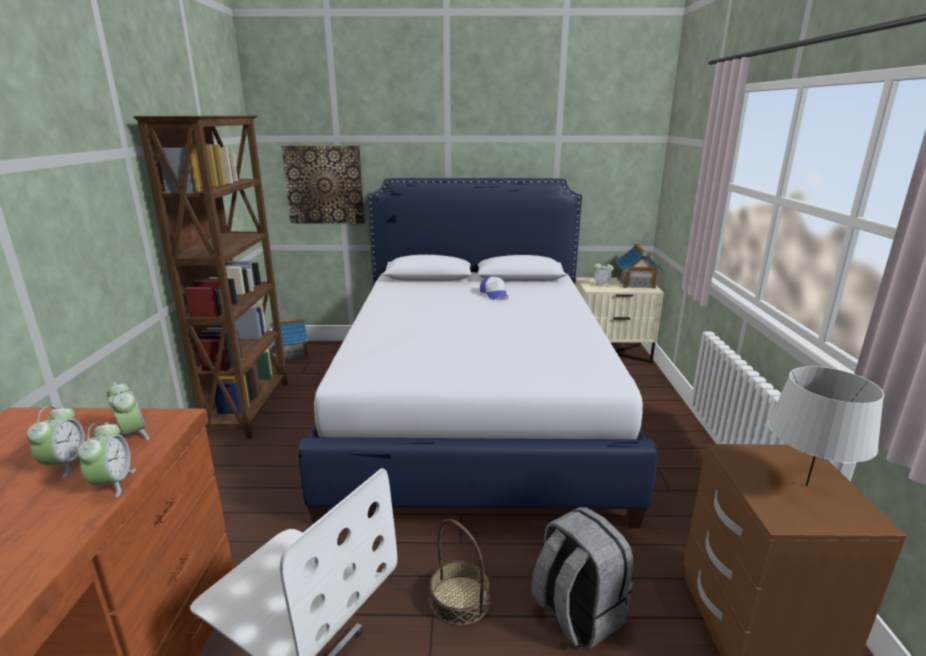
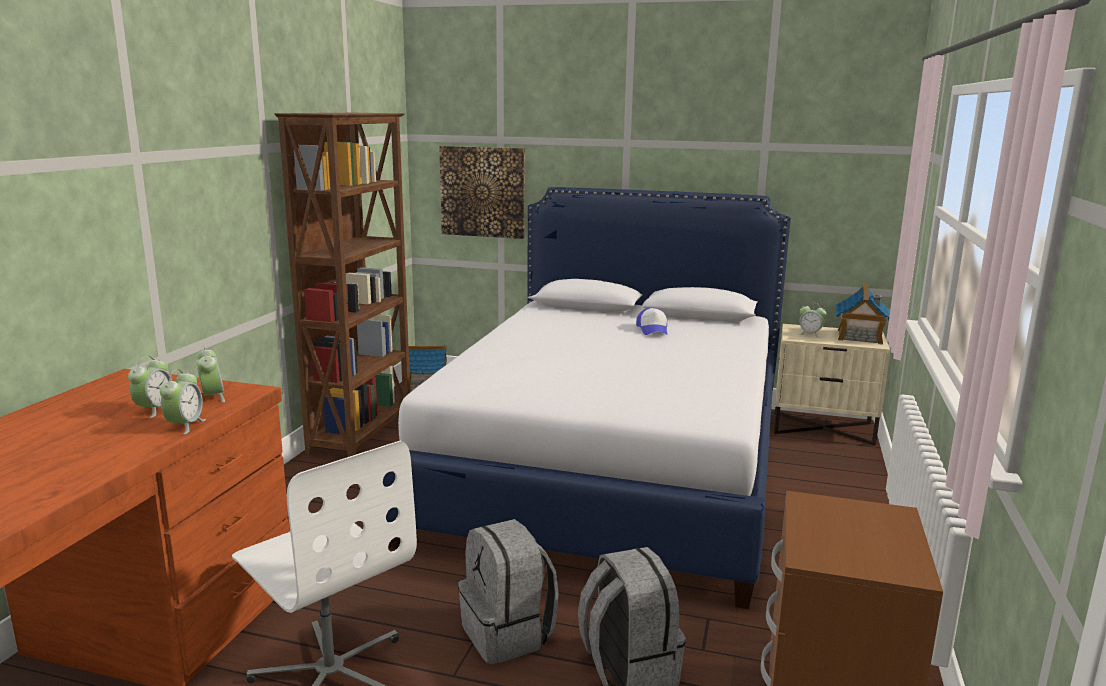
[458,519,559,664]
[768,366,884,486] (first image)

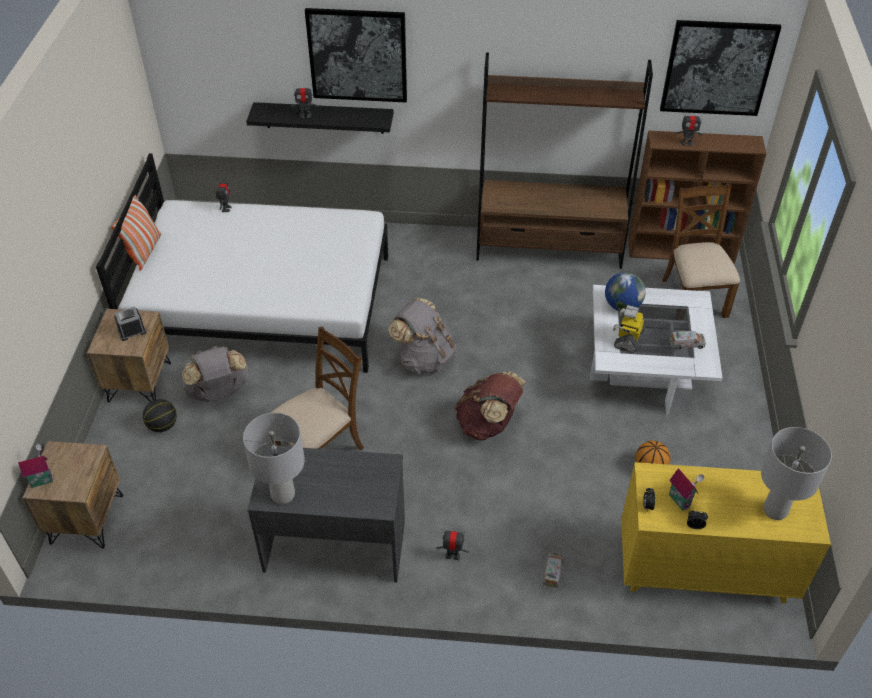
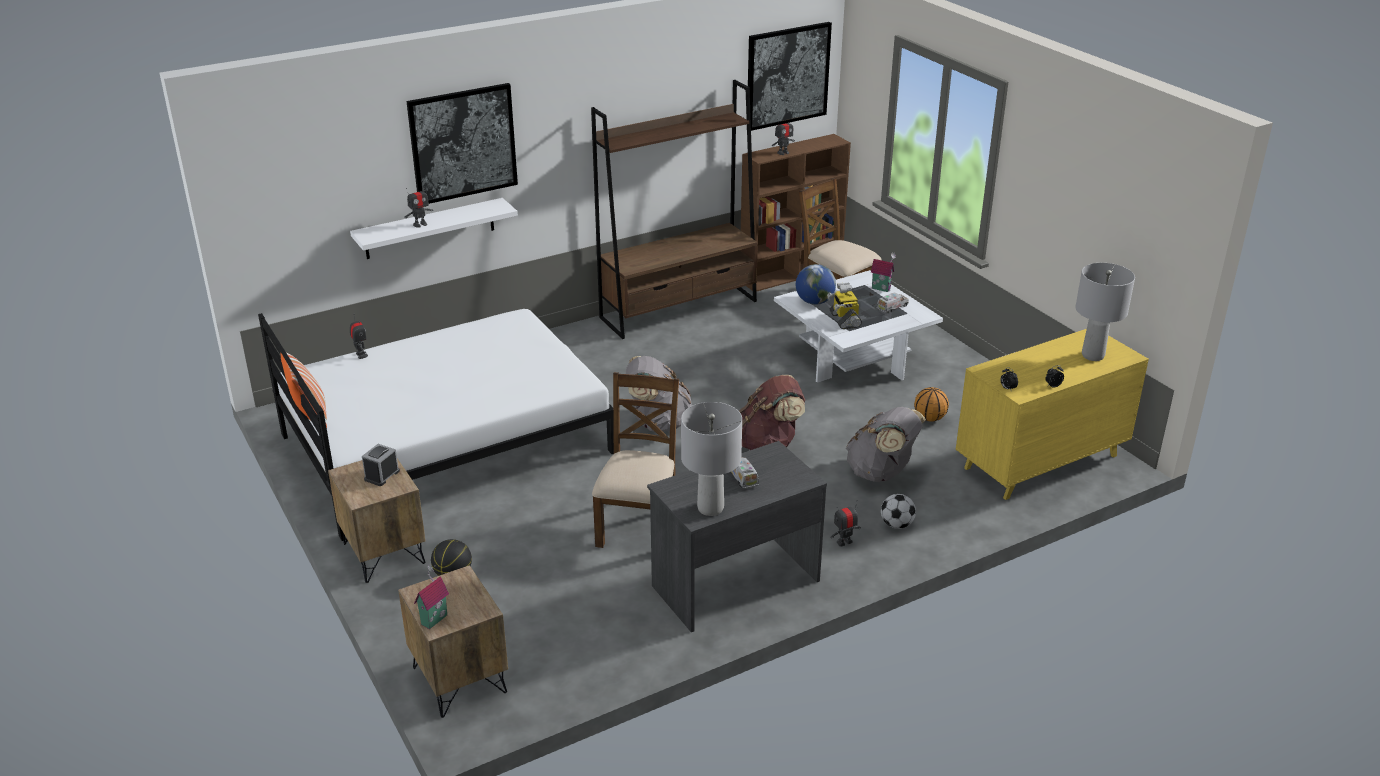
[350,198,518,259]
[731,457,759,489]
[846,407,926,482]
[871,252,896,292]
[881,494,916,529]

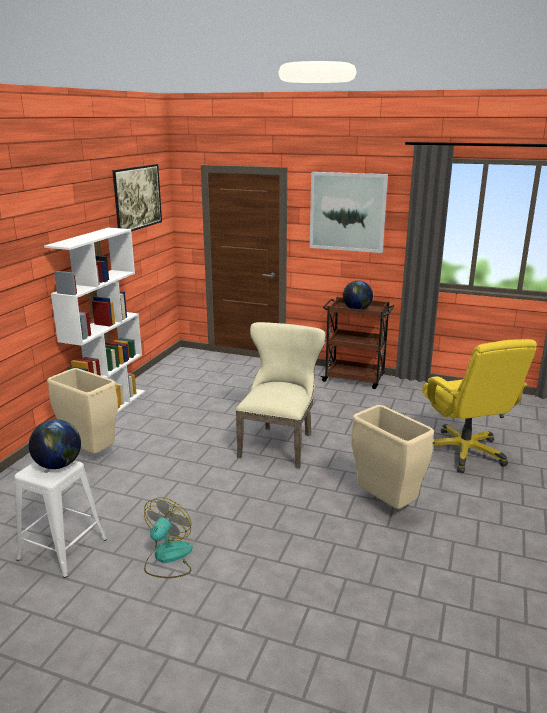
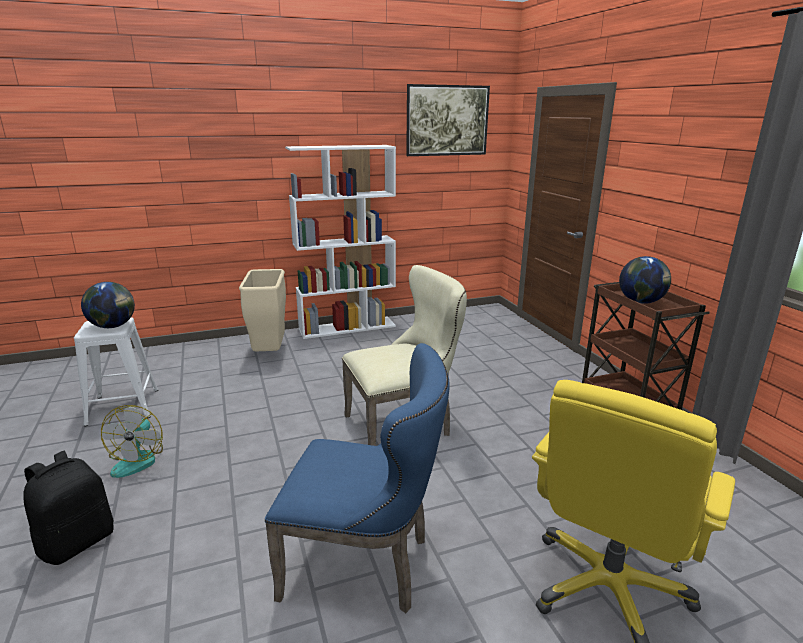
[23,451,114,565]
[101,405,163,478]
[265,343,450,613]
[310,172,388,253] (first image)

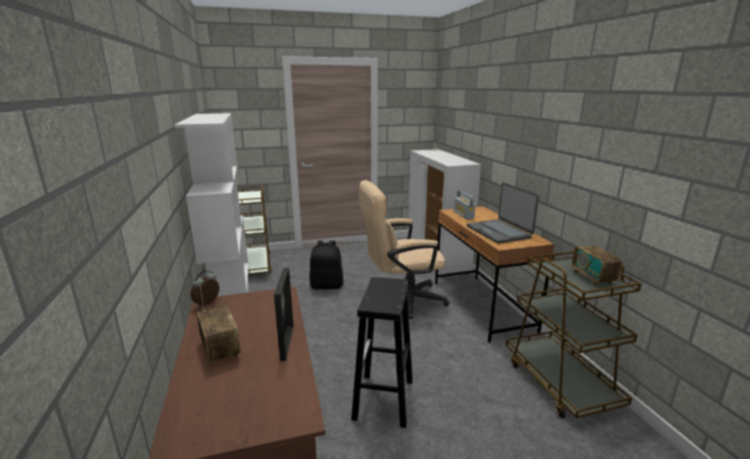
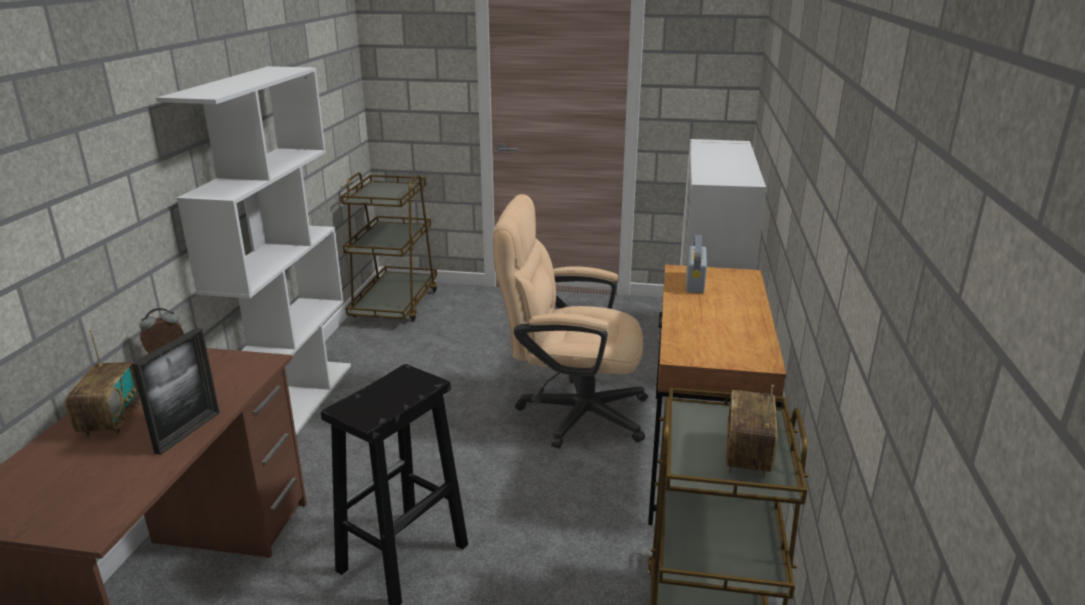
[310,241,344,289] (first image)
[466,183,539,244] (first image)

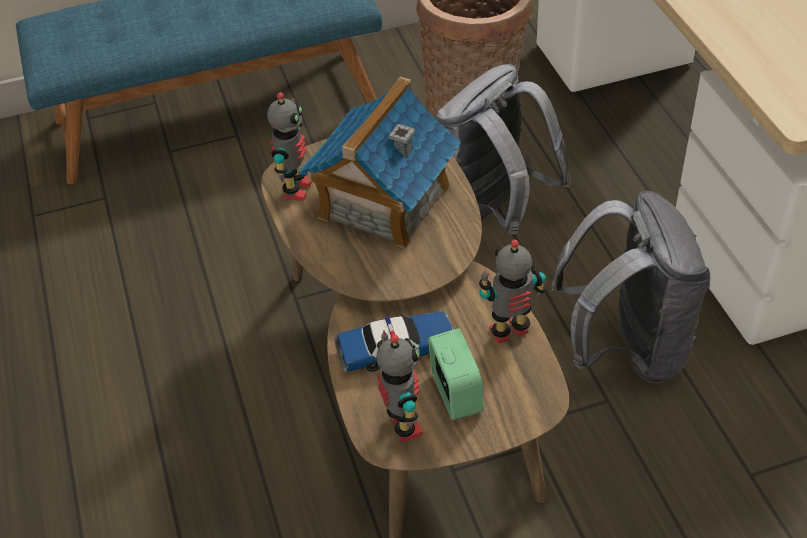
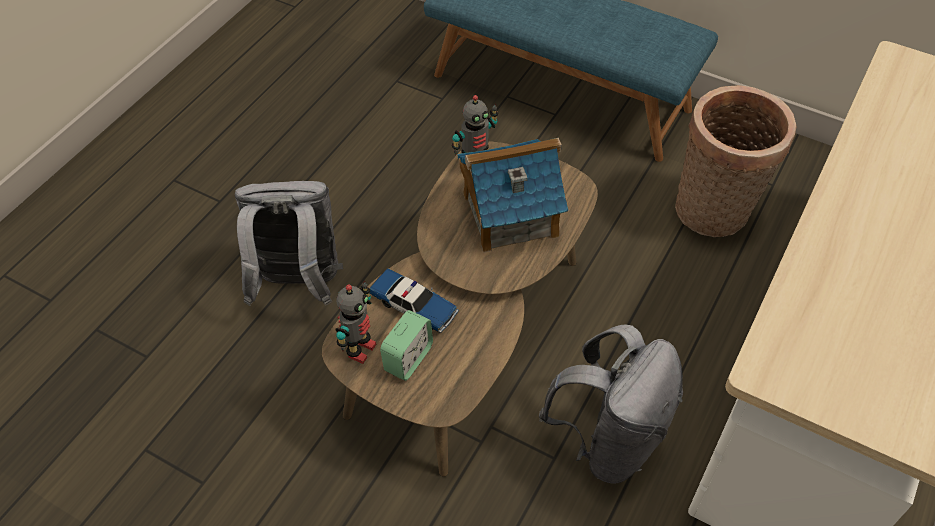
[235,181,343,306]
[479,240,546,344] (first image)

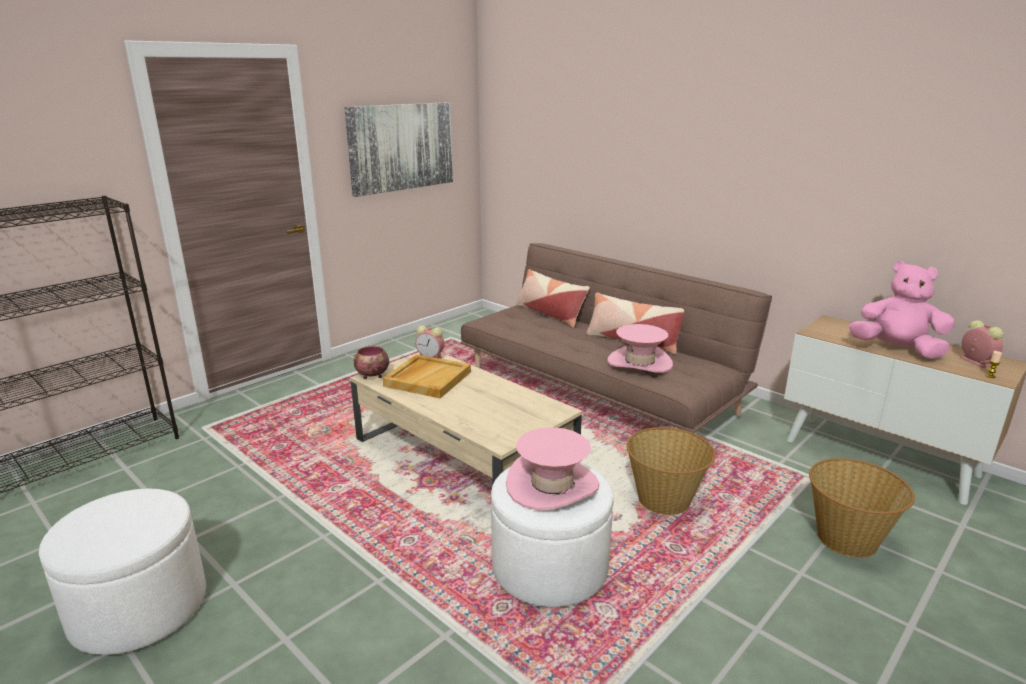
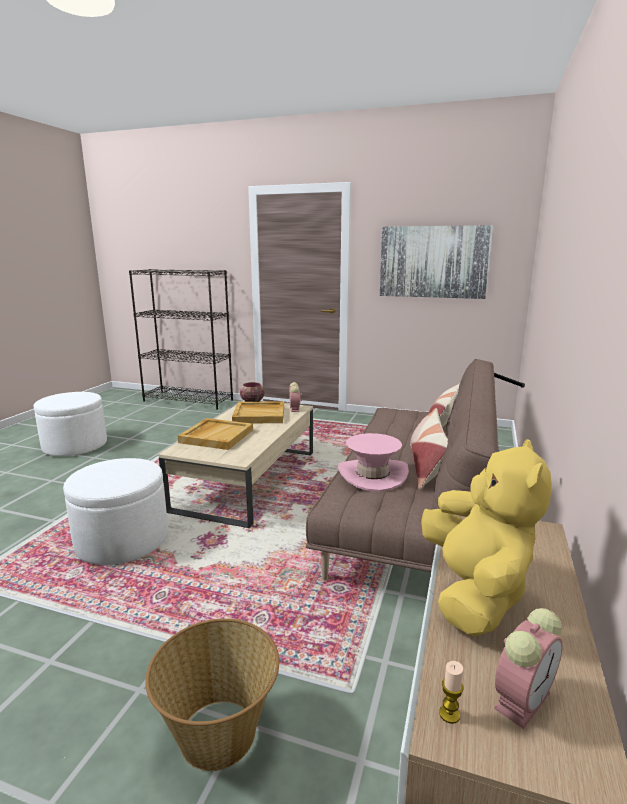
[178,418,253,450]
[421,439,552,637]
[506,427,599,510] (first image)
[626,427,716,515] (first image)

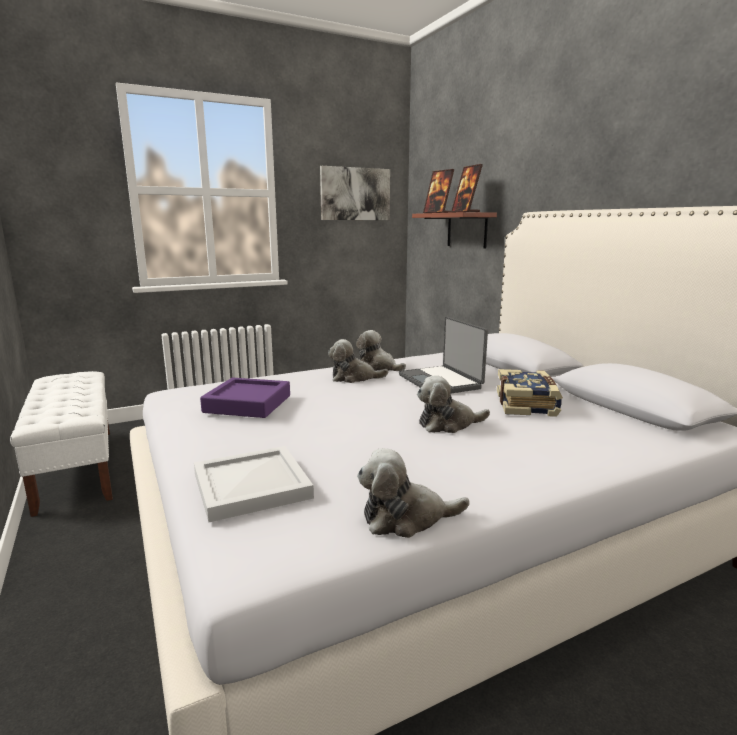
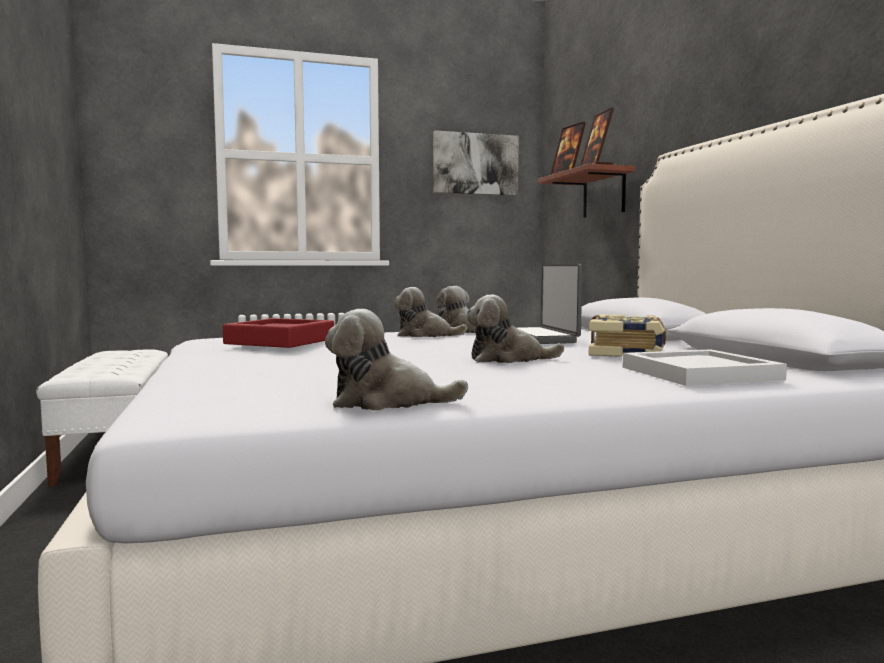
[223,318,334,348]
[623,349,787,386]

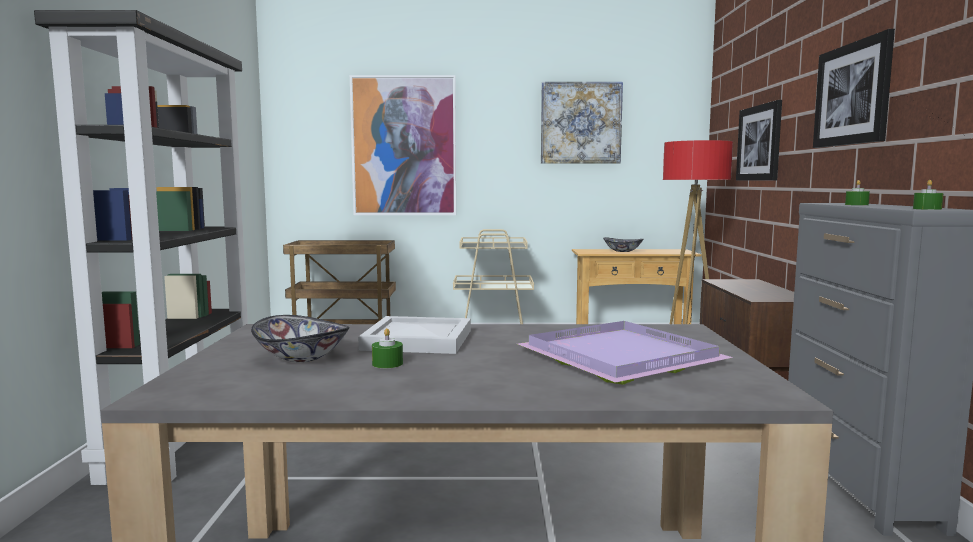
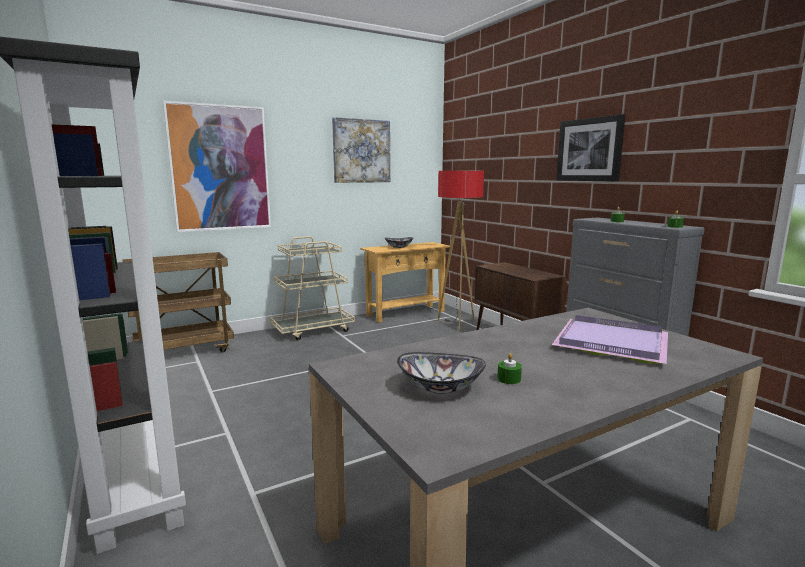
[358,316,471,354] (first image)
[736,100,782,181] (first image)

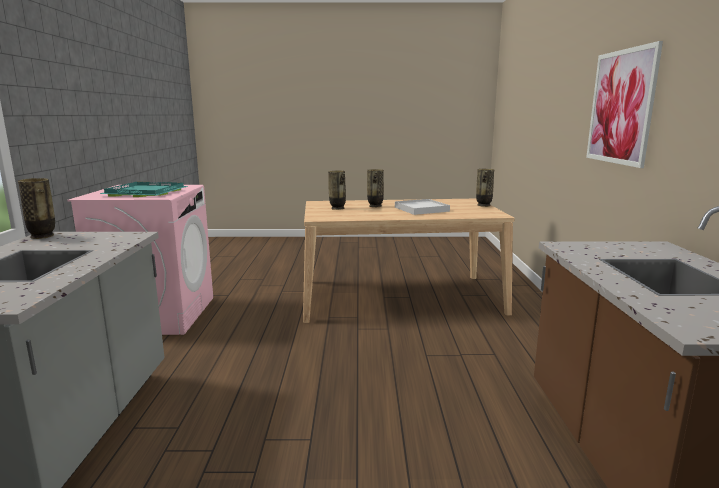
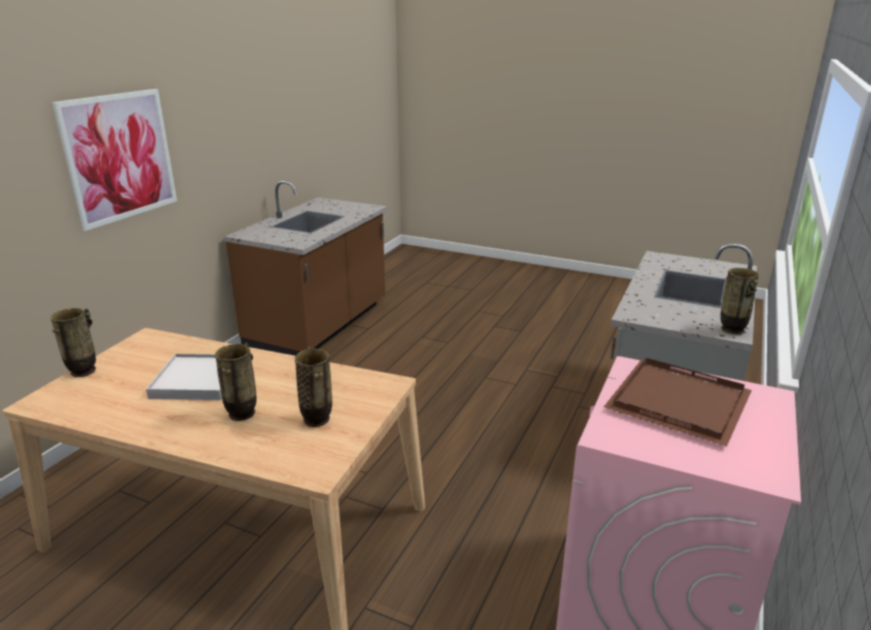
[604,358,752,447]

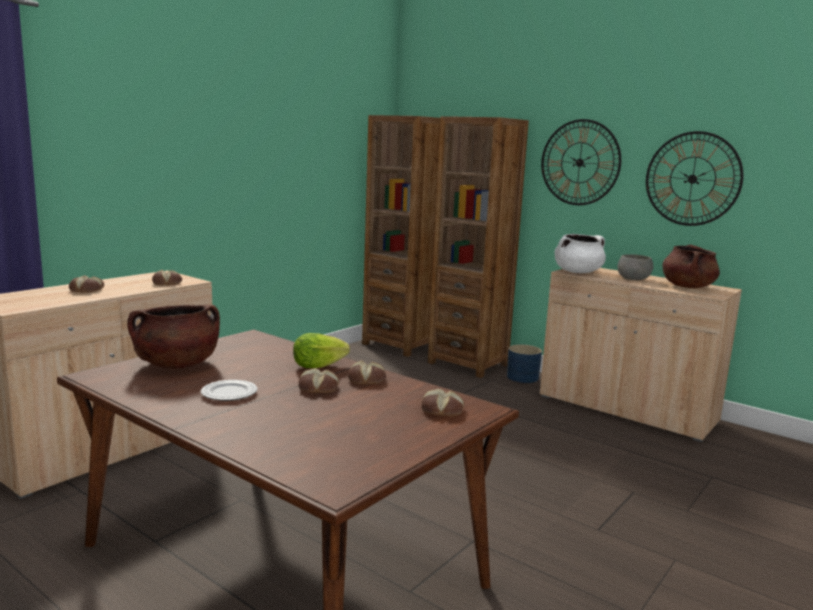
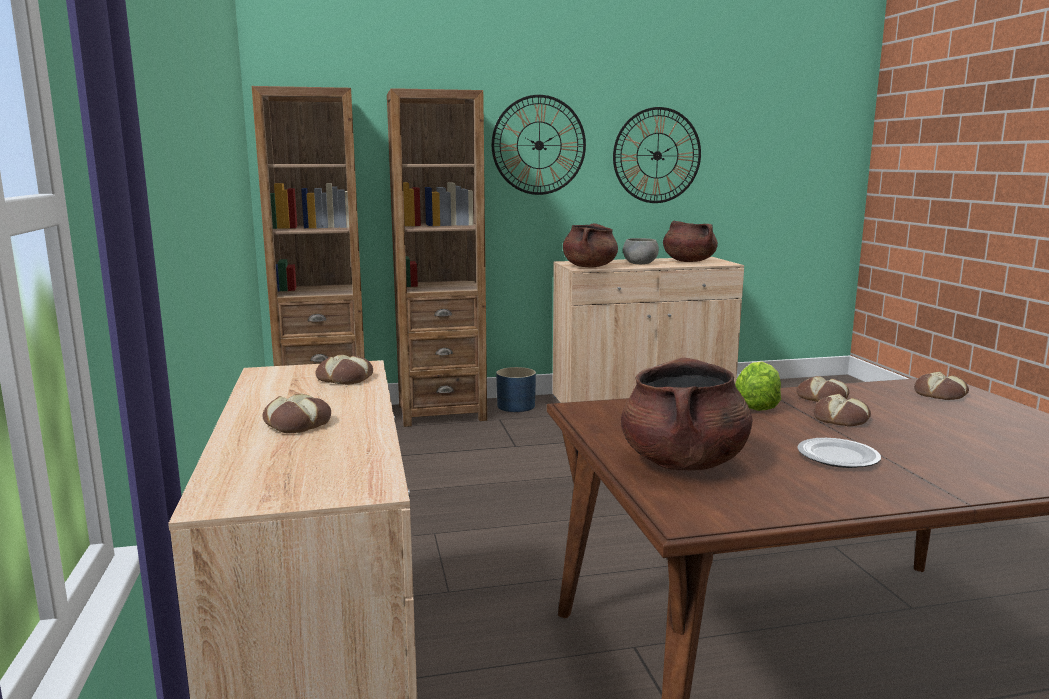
[563,223,618,267]

